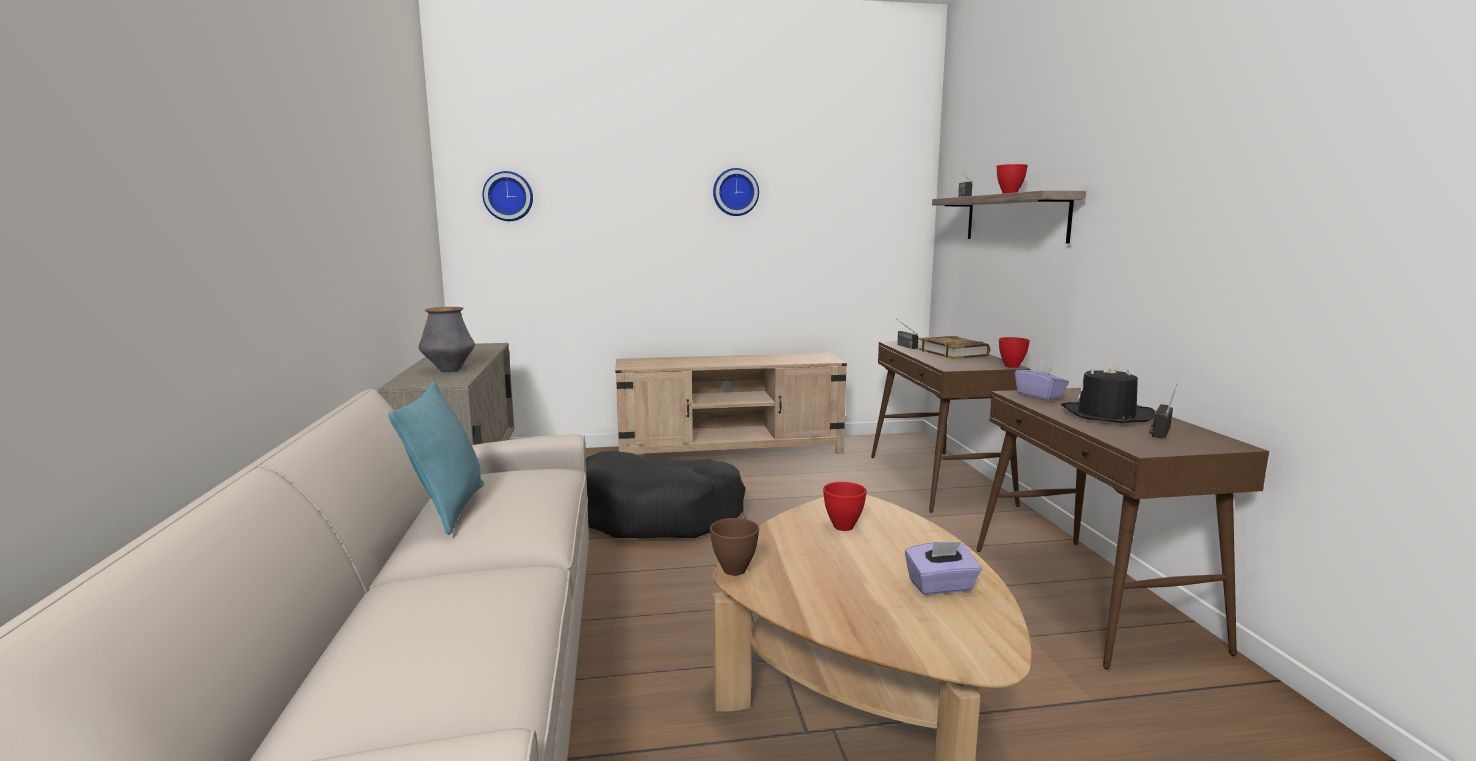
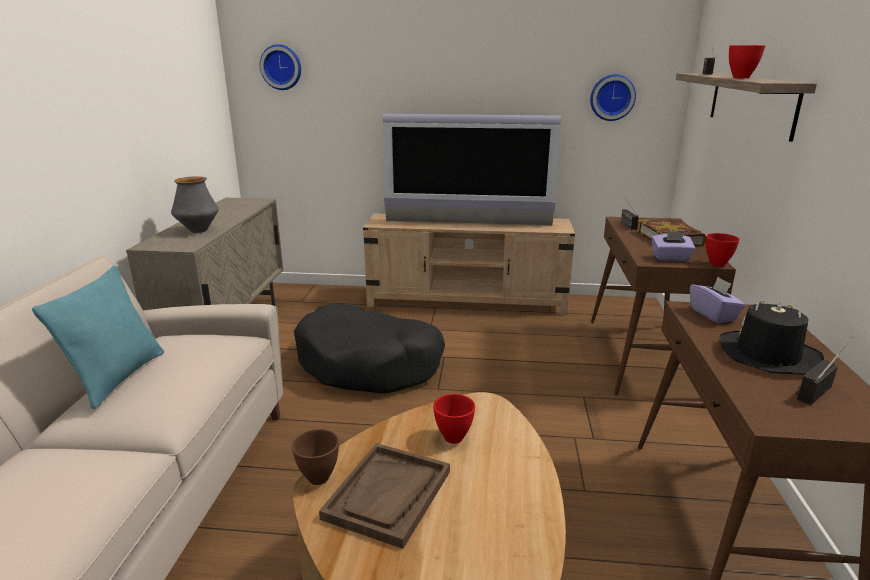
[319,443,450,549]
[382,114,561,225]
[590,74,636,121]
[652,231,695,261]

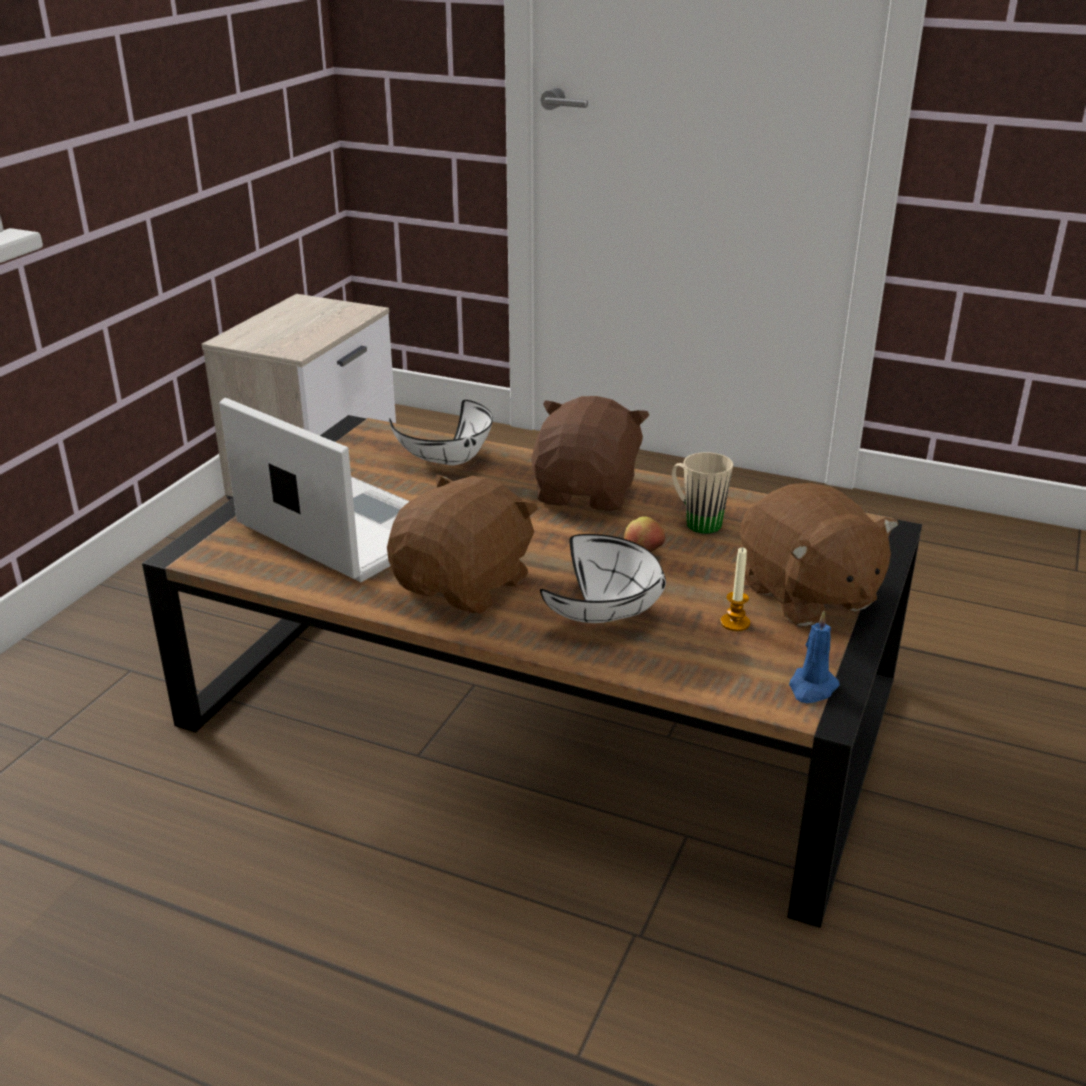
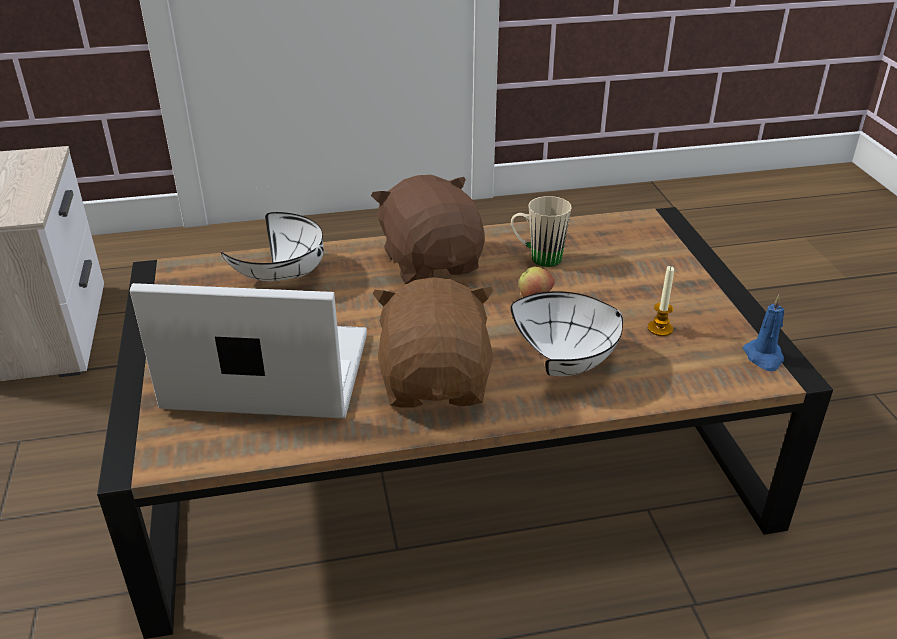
[740,483,899,626] (first image)

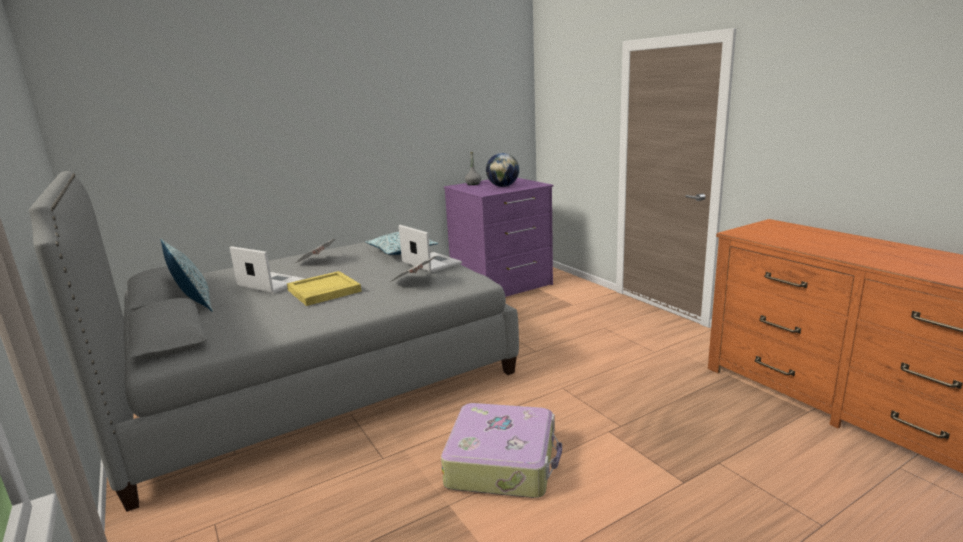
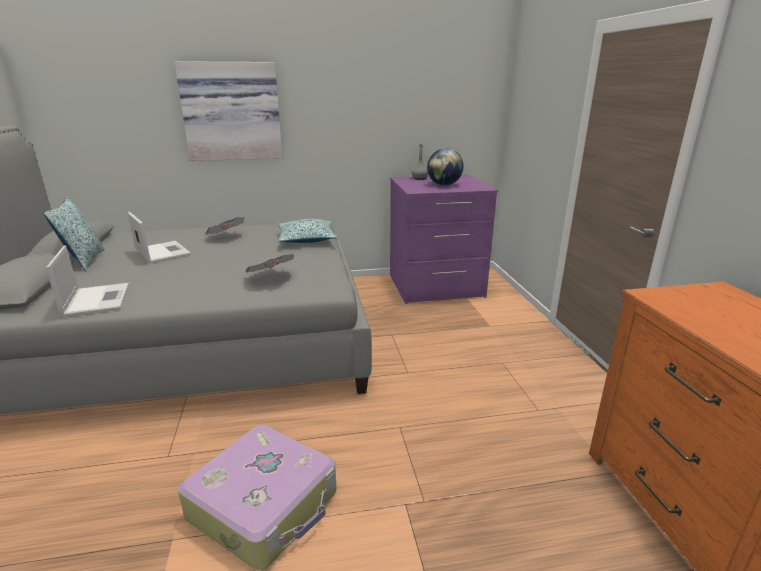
[46,245,129,317]
[175,61,283,161]
[287,271,362,306] (first image)

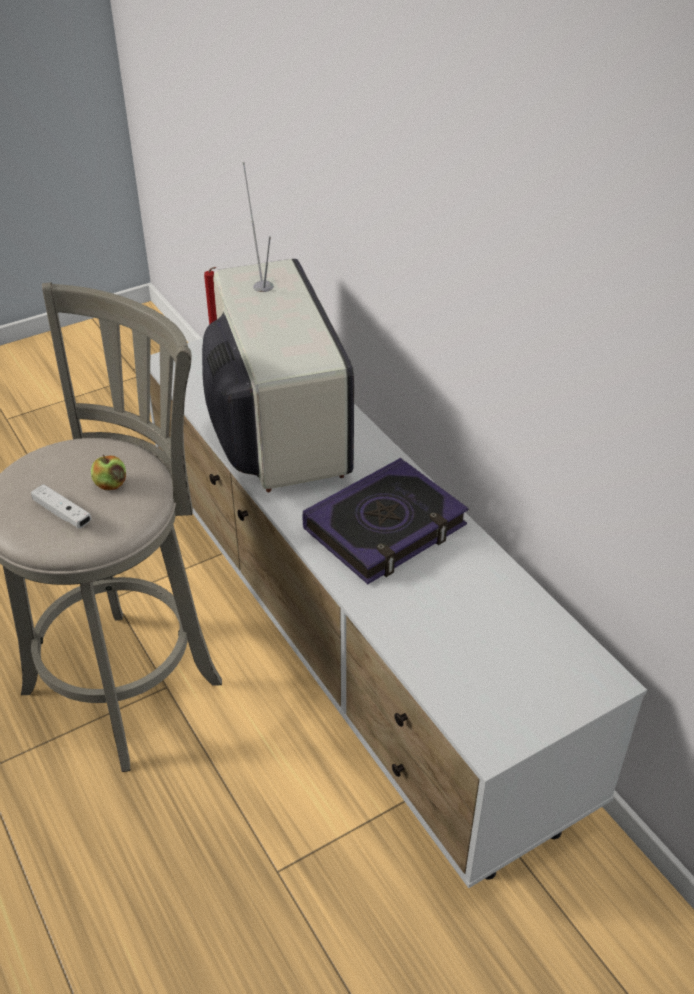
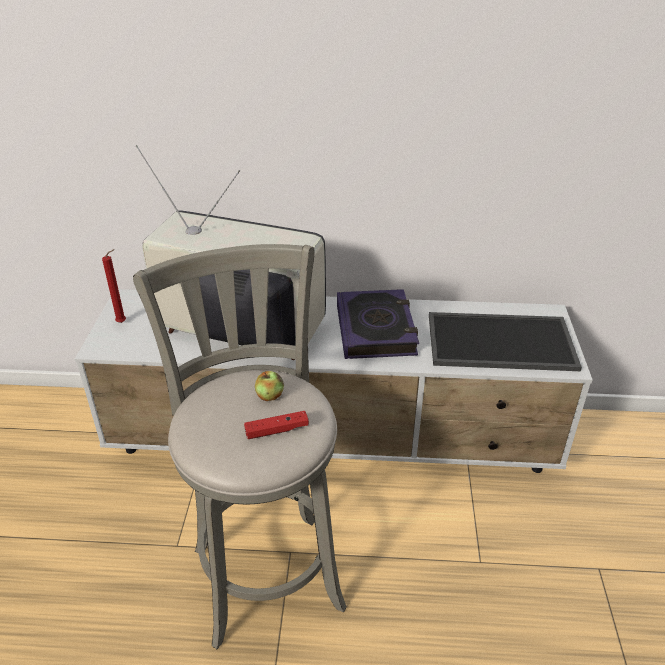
[244,411,309,439]
[429,312,582,371]

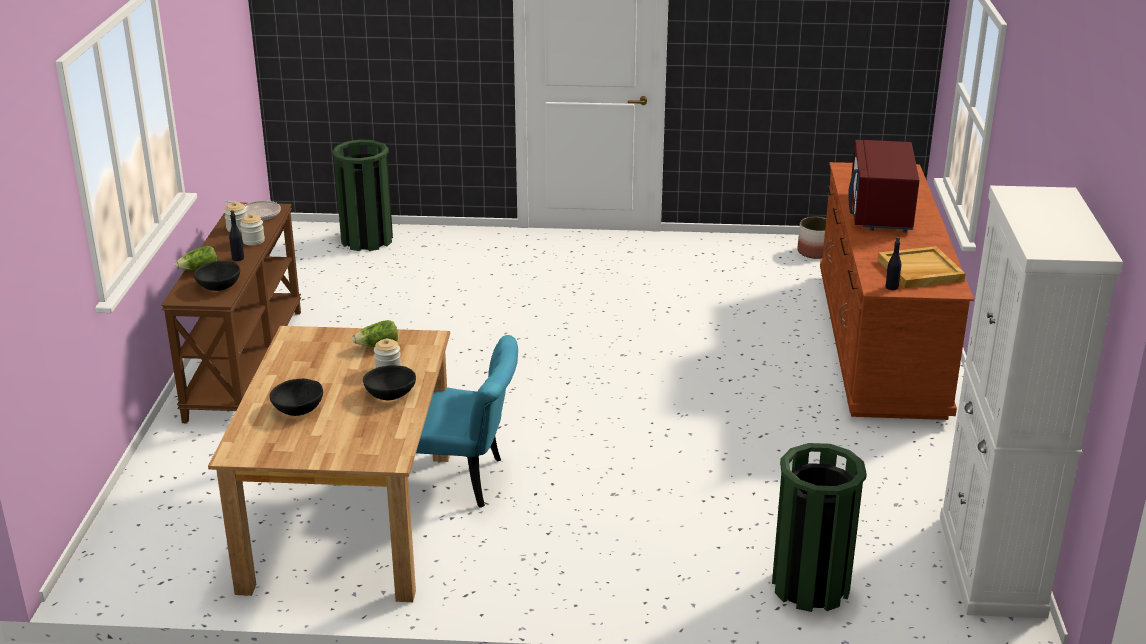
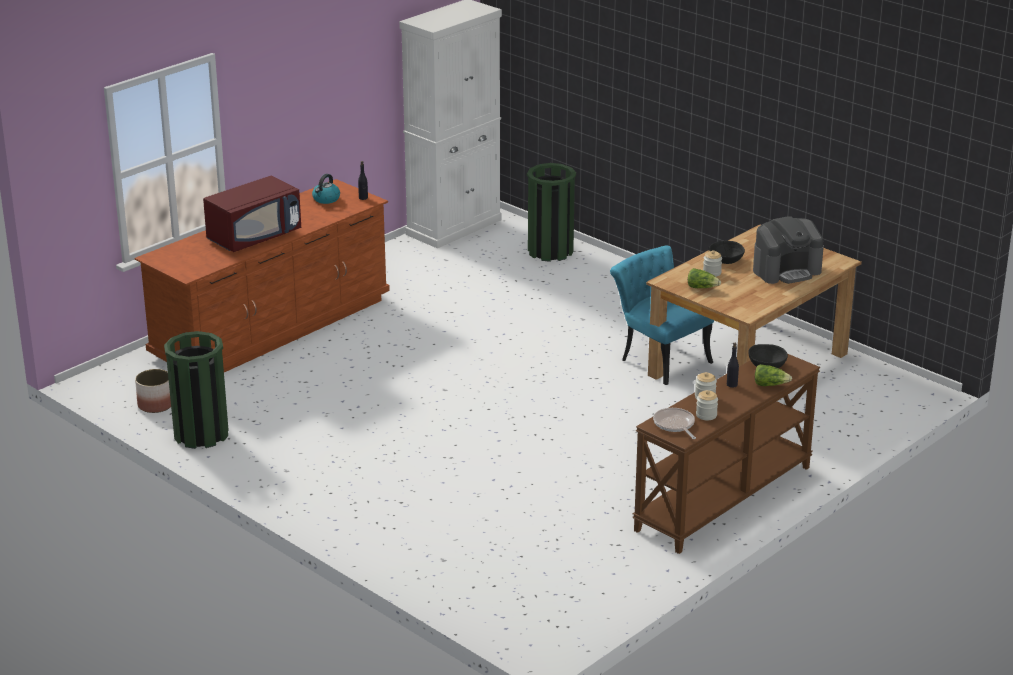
[164,331,229,449]
[312,174,340,204]
[753,216,824,284]

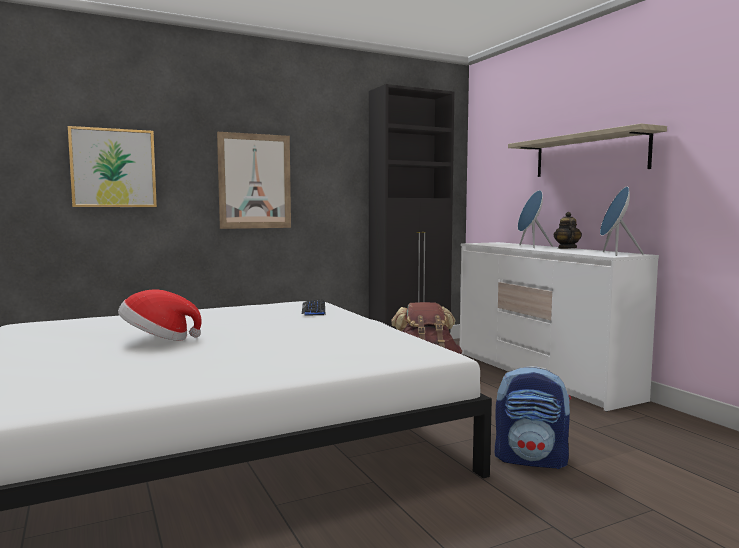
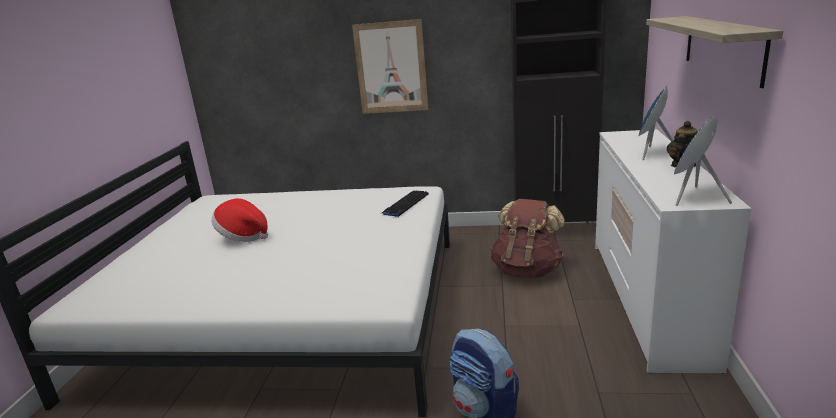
[68,126,157,207] (first image)

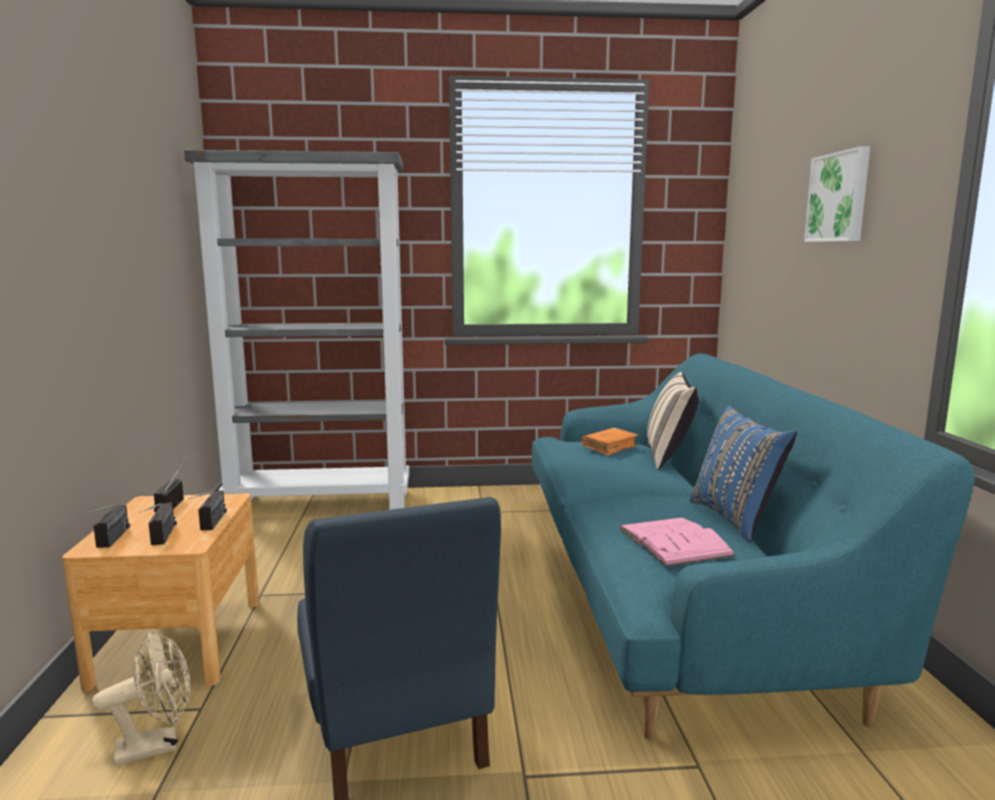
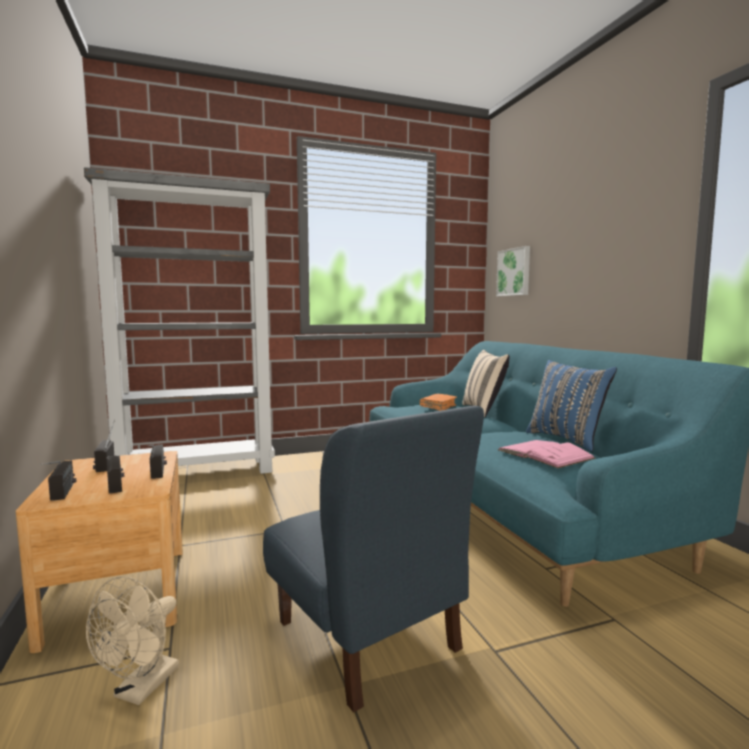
[86,576,179,705]
[496,246,530,296]

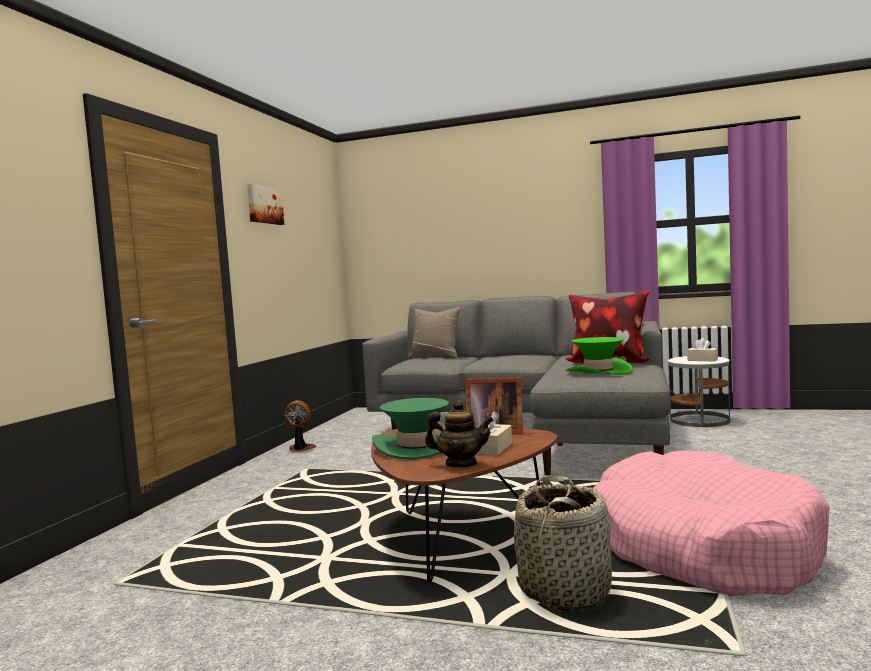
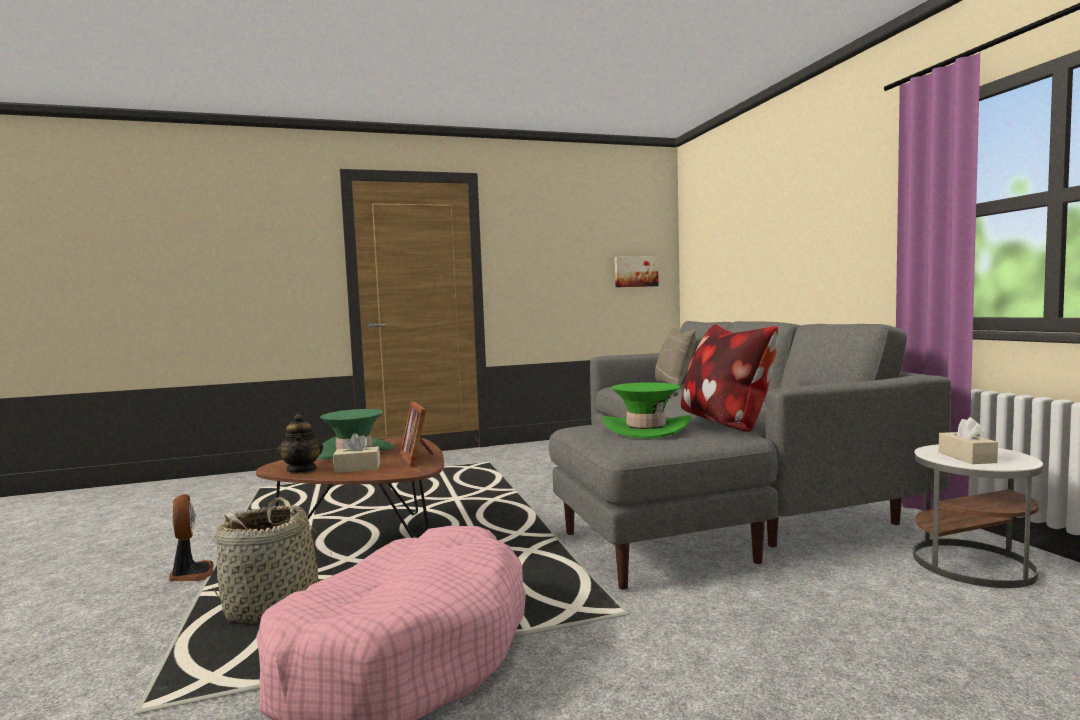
[169,494,213,581]
[615,256,659,287]

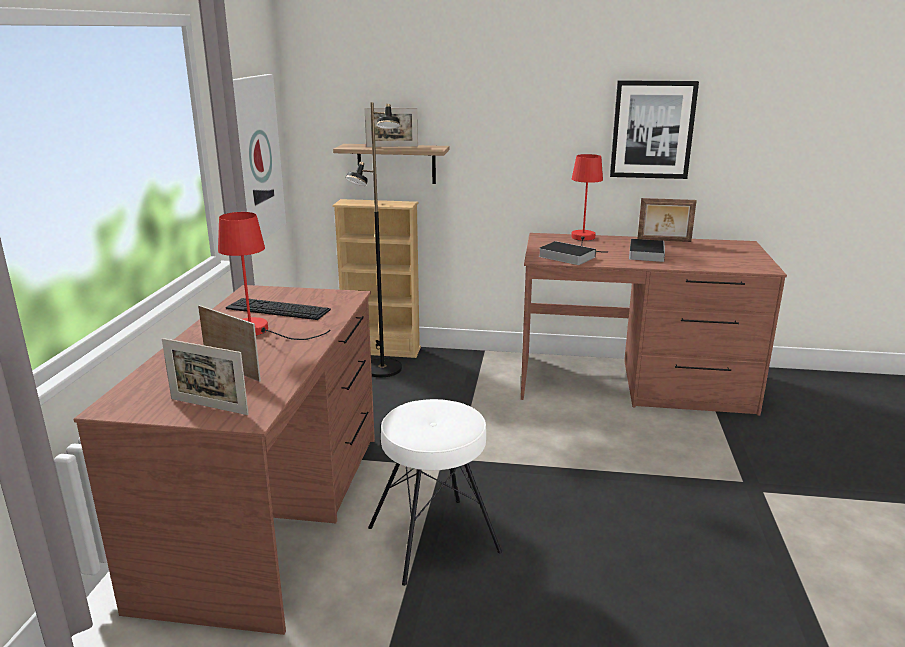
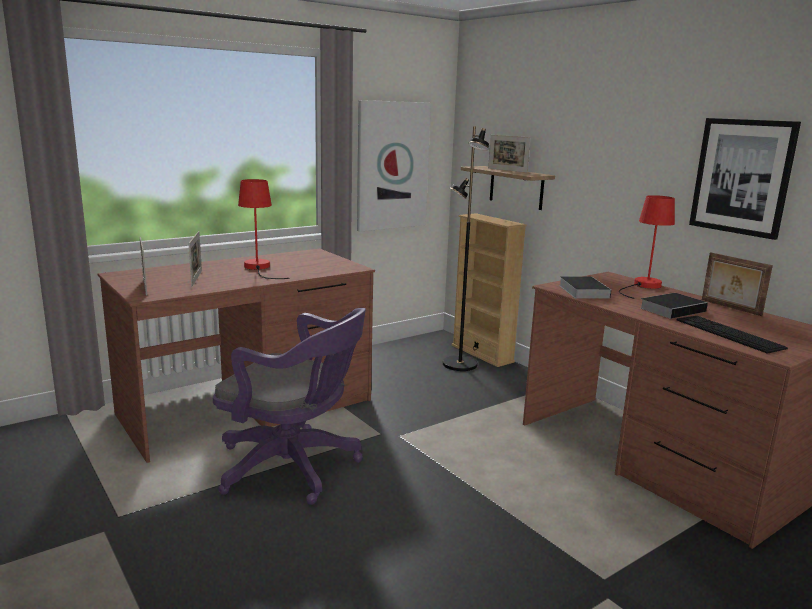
[213,308,366,505]
[677,316,788,354]

